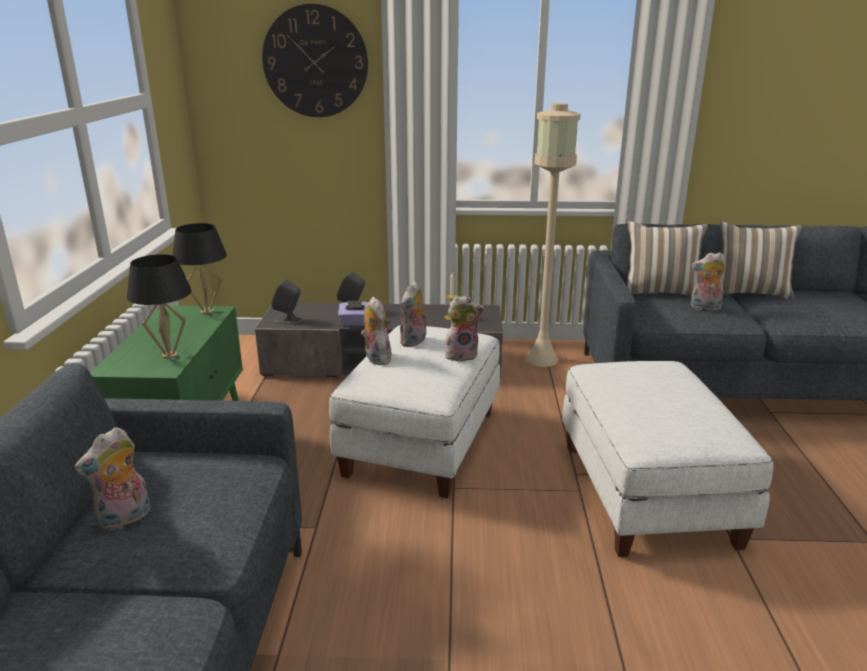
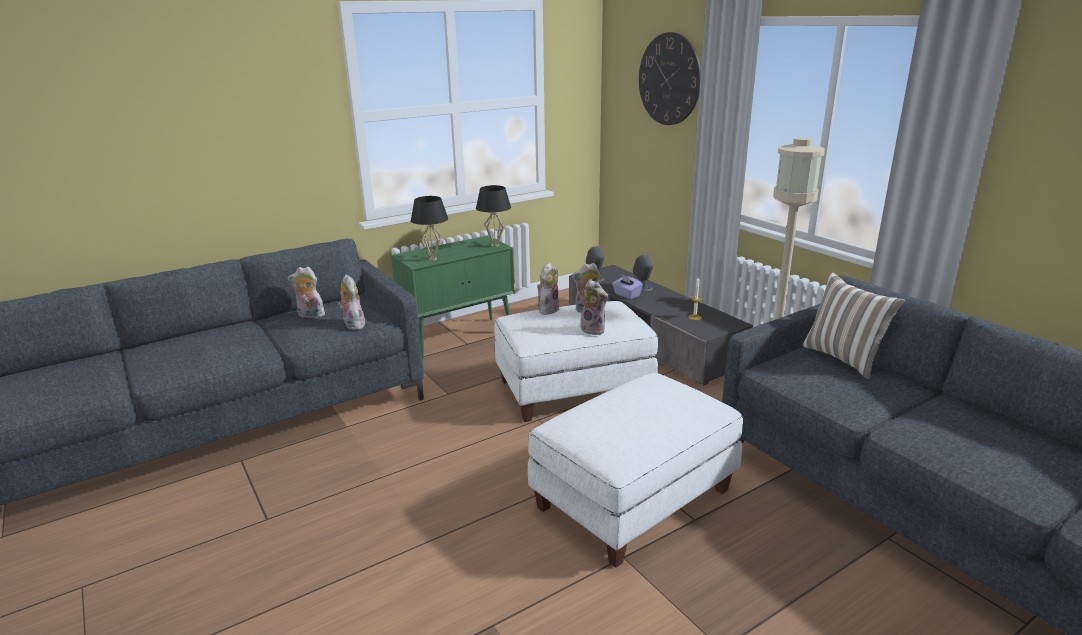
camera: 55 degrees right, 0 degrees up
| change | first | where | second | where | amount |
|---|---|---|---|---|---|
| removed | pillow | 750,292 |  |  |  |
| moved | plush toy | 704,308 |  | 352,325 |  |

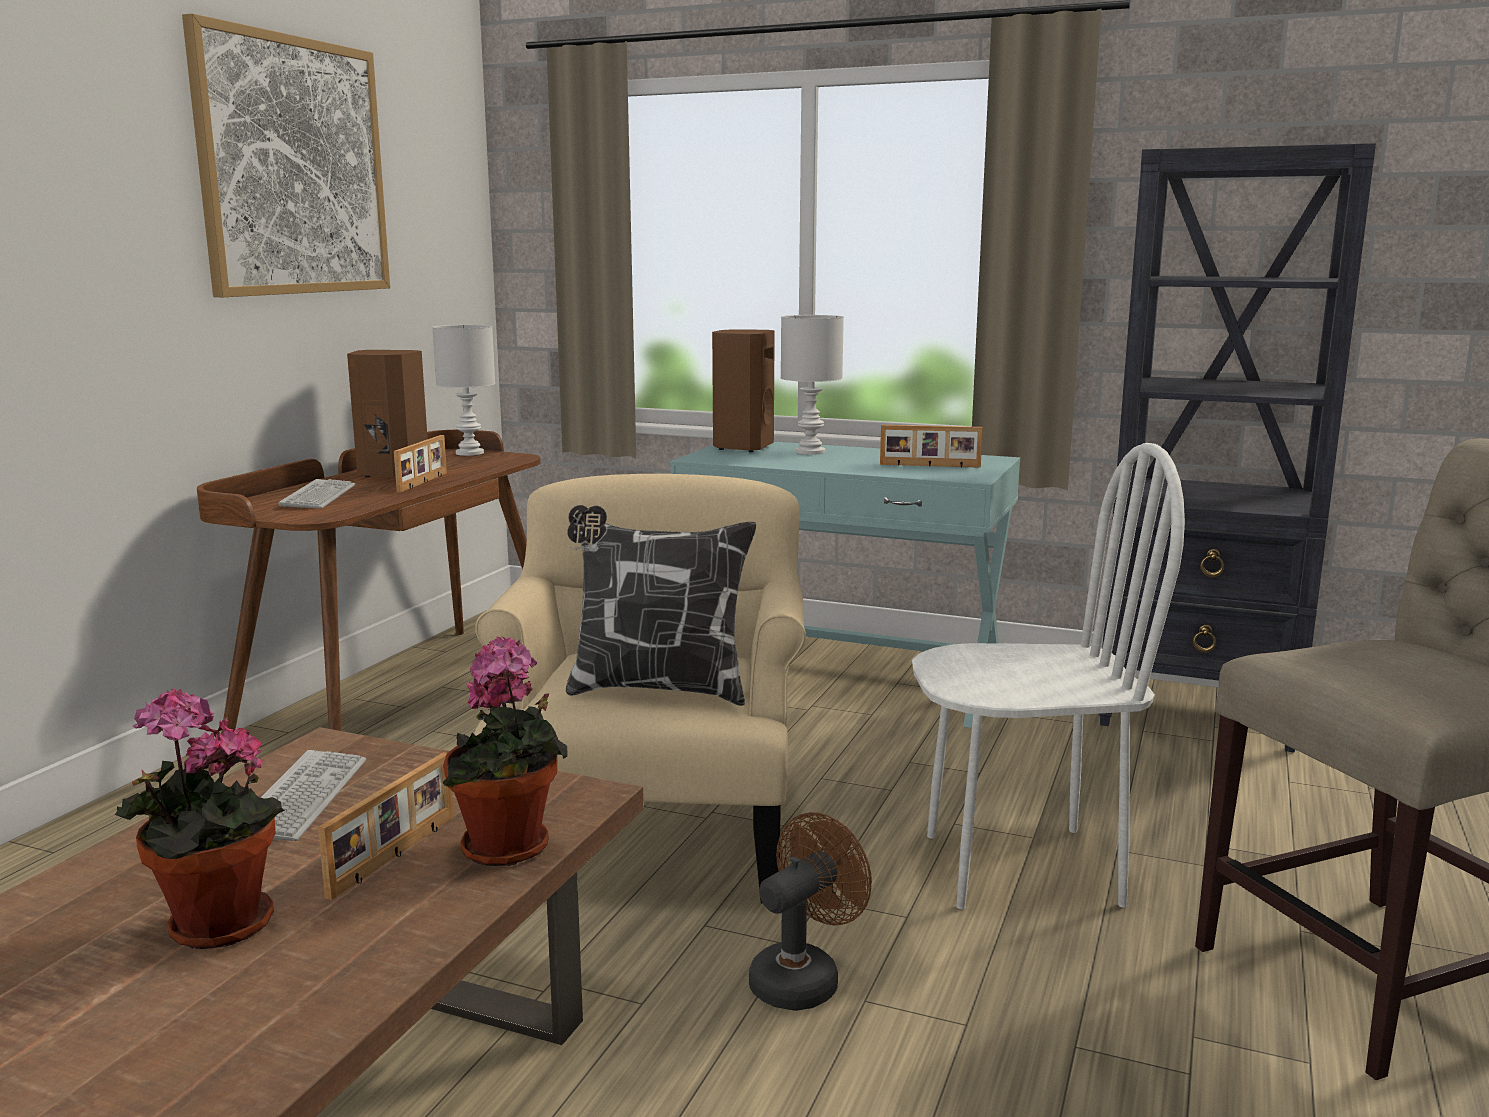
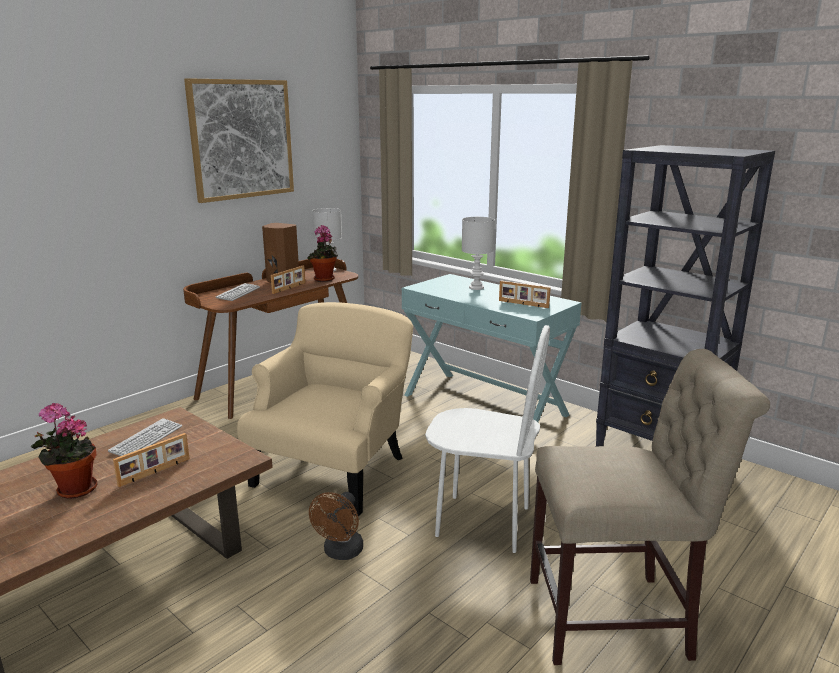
camera: 20 degrees right, 5 degrees up
| change | first | where | second | where | amount |
|---|---|---|---|---|---|
| removed | pillow | 656,689 |  |  |  |
| removed | brown speaker | 742,447 |  |  |  |
| moved | potted plant | 510,850 |  | 324,279 |  |
| turned | brown fan | 803,978 |  | 341,553 | 135 degrees clockwise |

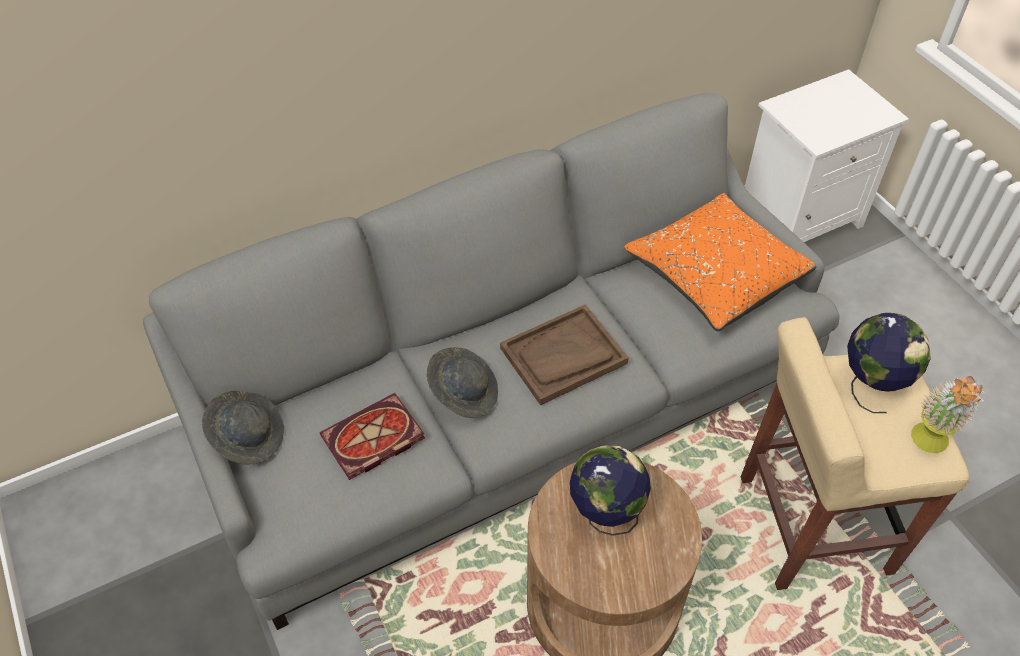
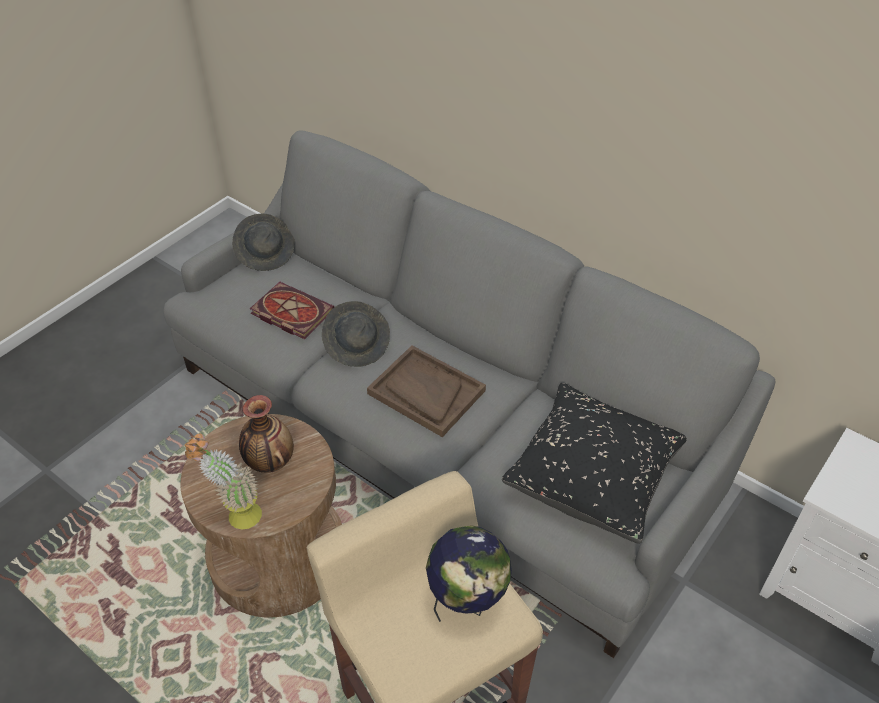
camera: 65 degrees right, 5 degrees down
| change | first | where | second | where | amount |
|---|---|---|---|---|---|
| moved | potted plant | 928,445 |  | 235,515 |  |
| replaced | globe | 605,515 | vase | 269,461 |  |
| recoloured | orange pillow | 715,275 | black pillow | 593,475 |  |

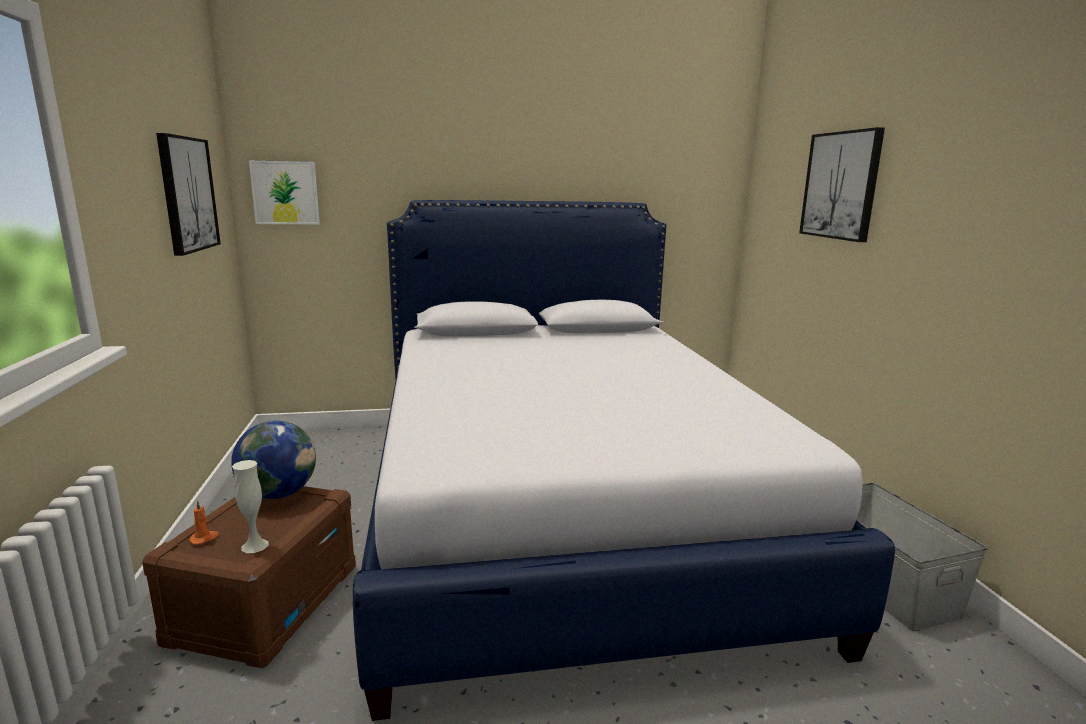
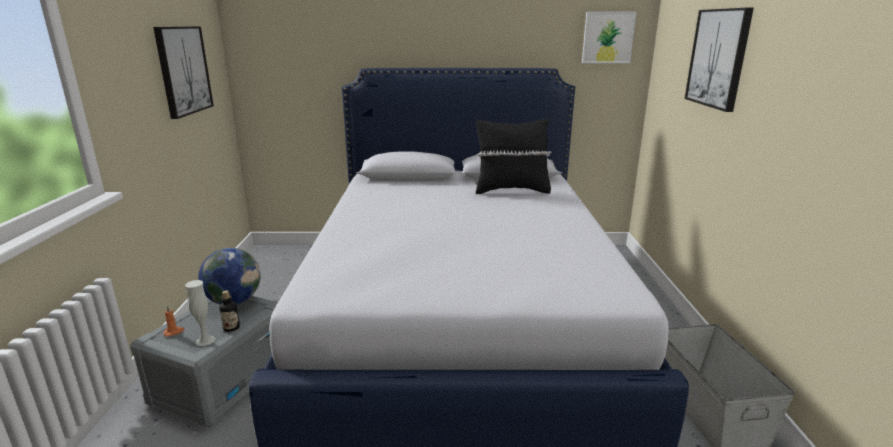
camera: 10 degrees right, 5 degrees up
| change | first | where | second | where | amount |
|---|---|---|---|---|---|
| added |  |  | bottle | 231,328 |  |
| added |  |  | black pillow | 511,190 |  |
| moved | picture | 285,193 |  | 608,37 |  |
| recoloured | brown storage box | 266,603 | grey storage box | 223,379 |  |

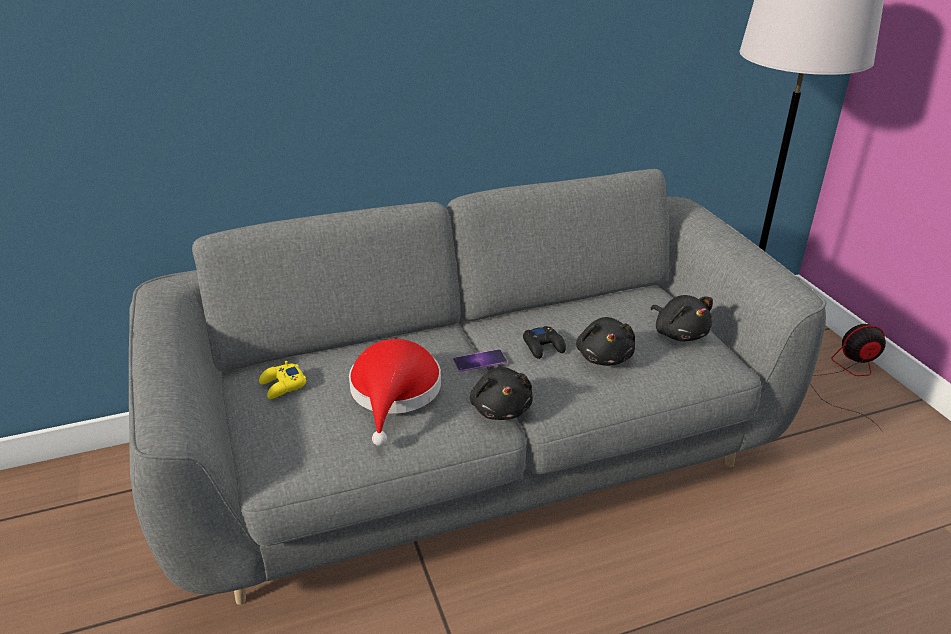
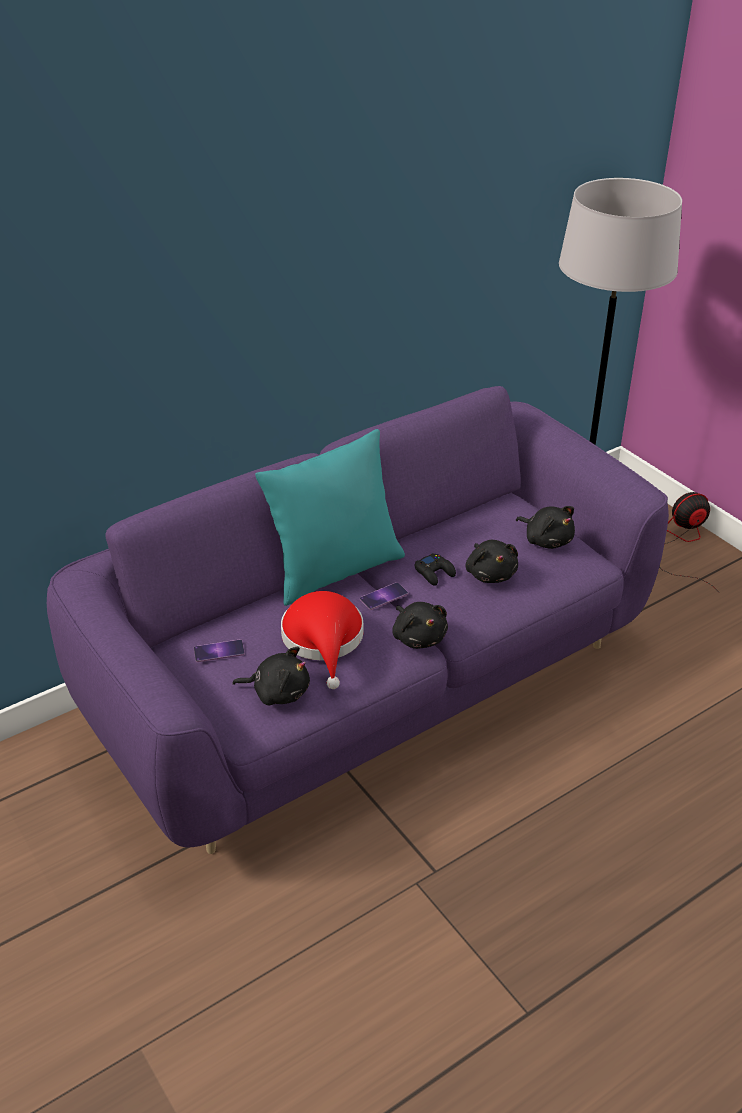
camera: 15 degrees left, 5 degrees up
| change | first | where | second | where | amount |
|---|---|---|---|---|---|
| added |  |  | black plush toy | 278,692 |  |
| added |  |  | turquoise pillow | 334,570 |  |
| replaced | yellow game controller | 282,385 | phone | 219,651 |  |
| recoloured | grey sofa | 475,459 | purple sofa | 370,684 |  |

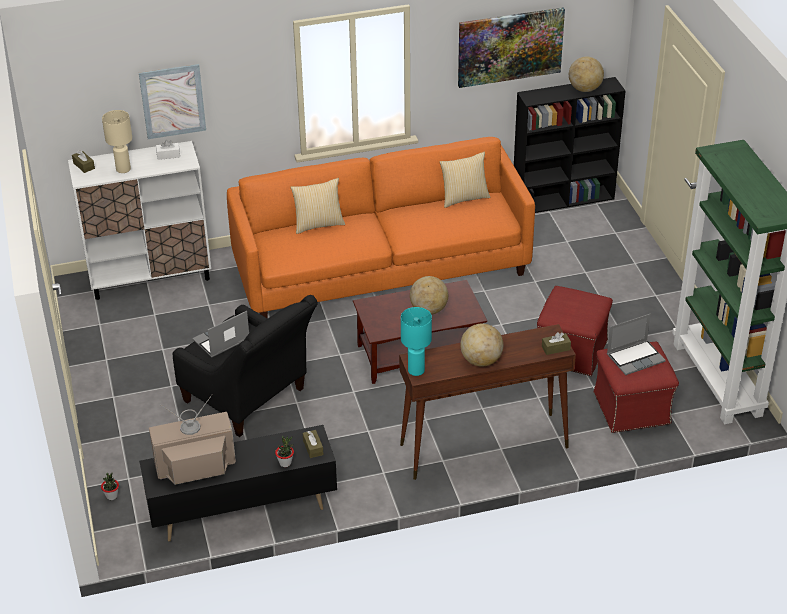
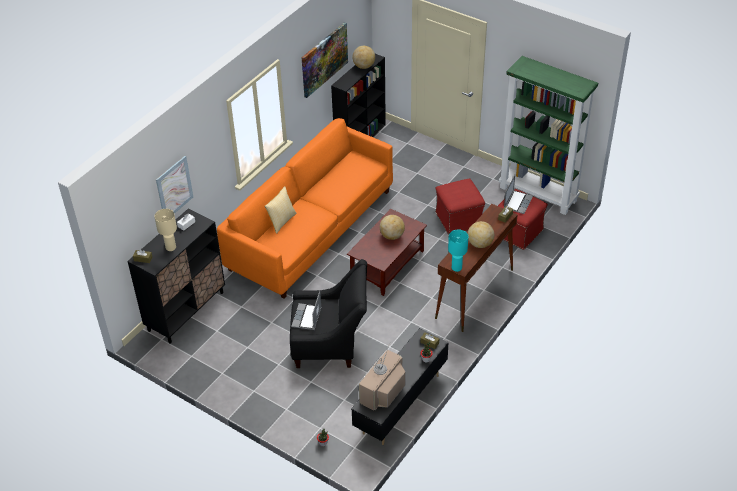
camera: 40 degrees left, 5 degrees up
| change | first | where | second | where | amount |
|---|---|---|---|---|---|
| removed | pillow | 464,198 |  |  |  |
| recoloured | white cabinet | 150,277 | black cabinet | 186,311 |  |

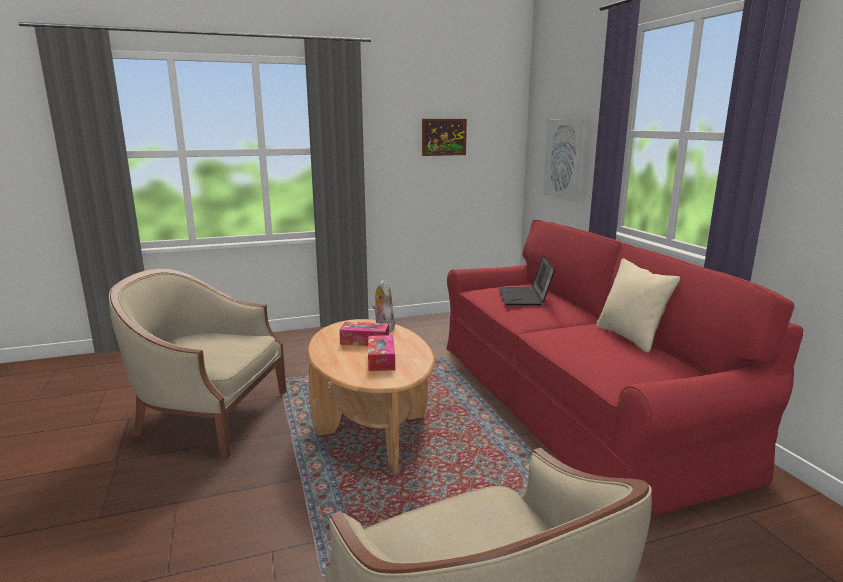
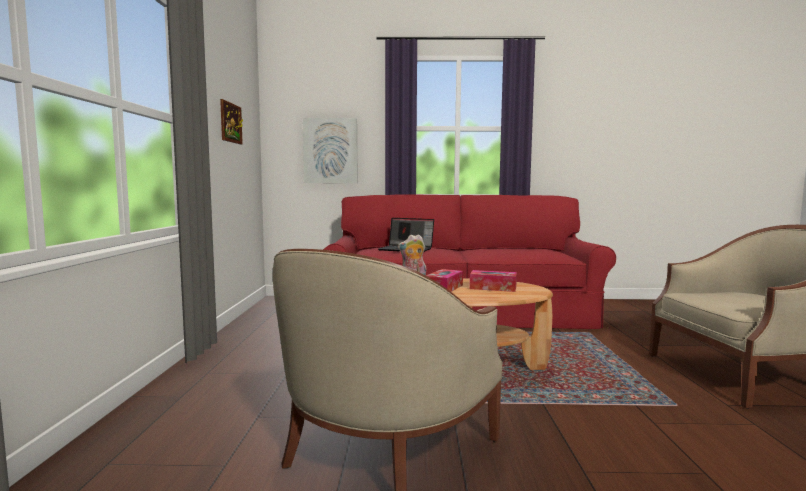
camera: 70 degrees left, 10 degrees down
| change | first | where | second | where | amount |
|---|---|---|---|---|---|
| removed | beige pillow | 630,337 |  |  |  |

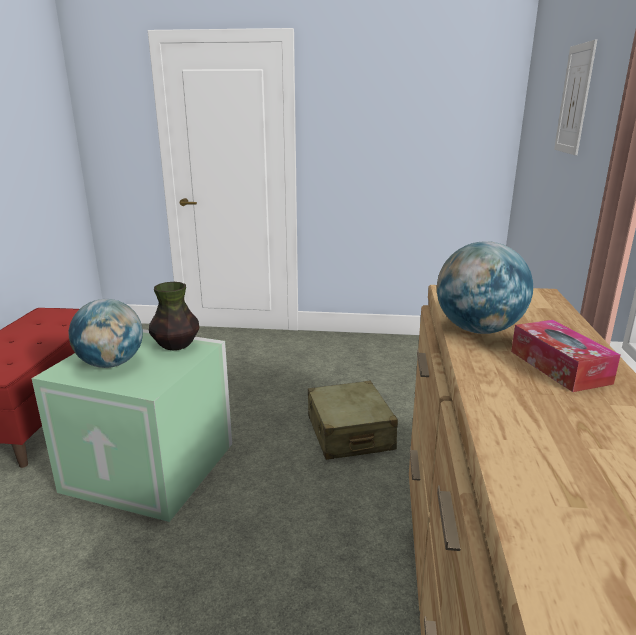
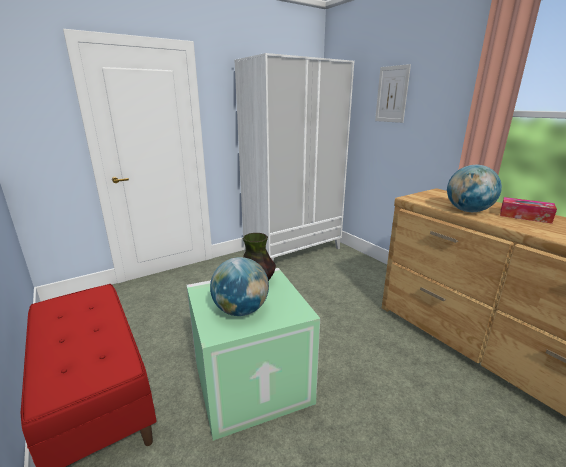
camera: 40 degrees left, 0 degrees up
| change | first | where | second | where | amount |
|---|---|---|---|---|---|
| removed | beige suitcase | 349,433 |  |  |  |
| added |  |  | white wardrobe | 293,250 |  |

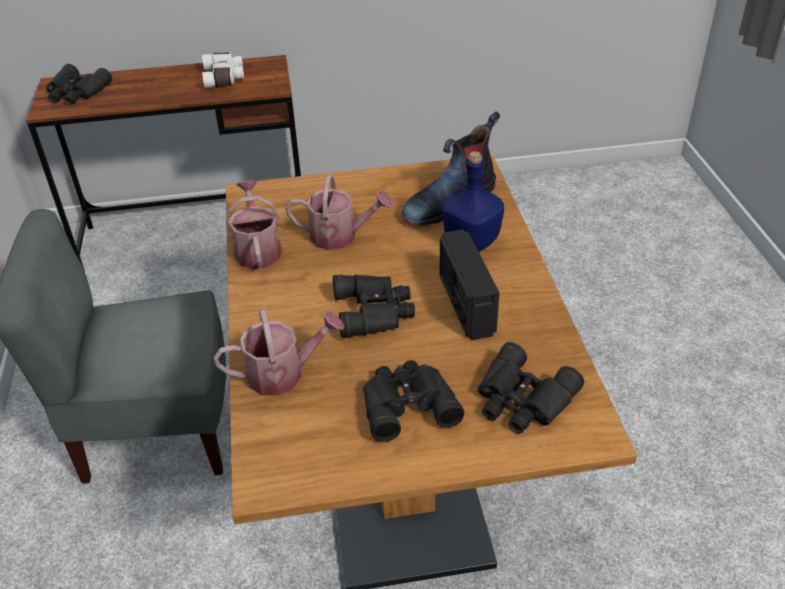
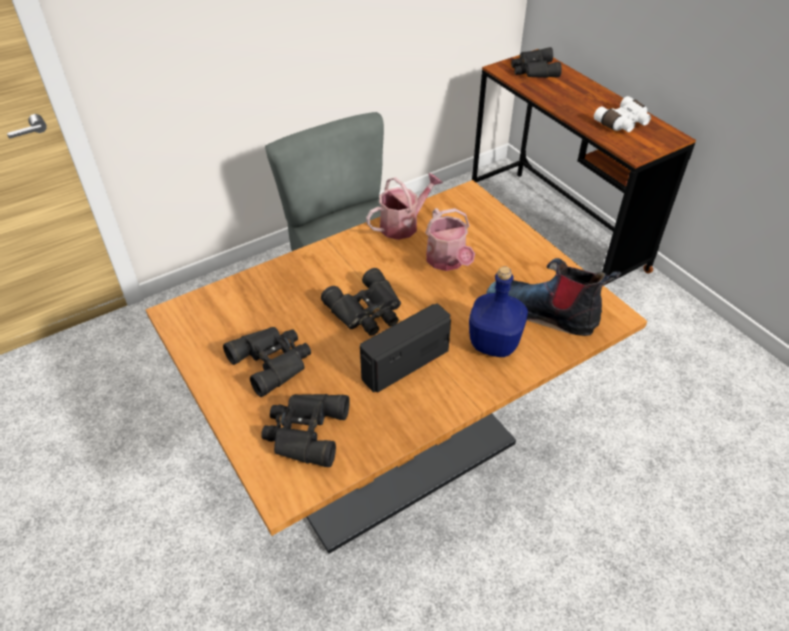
camera: 65 degrees right, 5 degrees up
| change | first | where | second | where | amount |
|---|---|---|---|---|---|
| removed | watering can | 283,373 |  |  |  |

